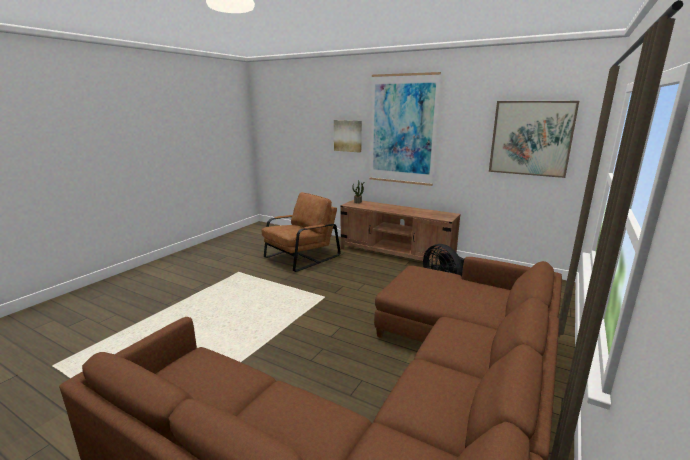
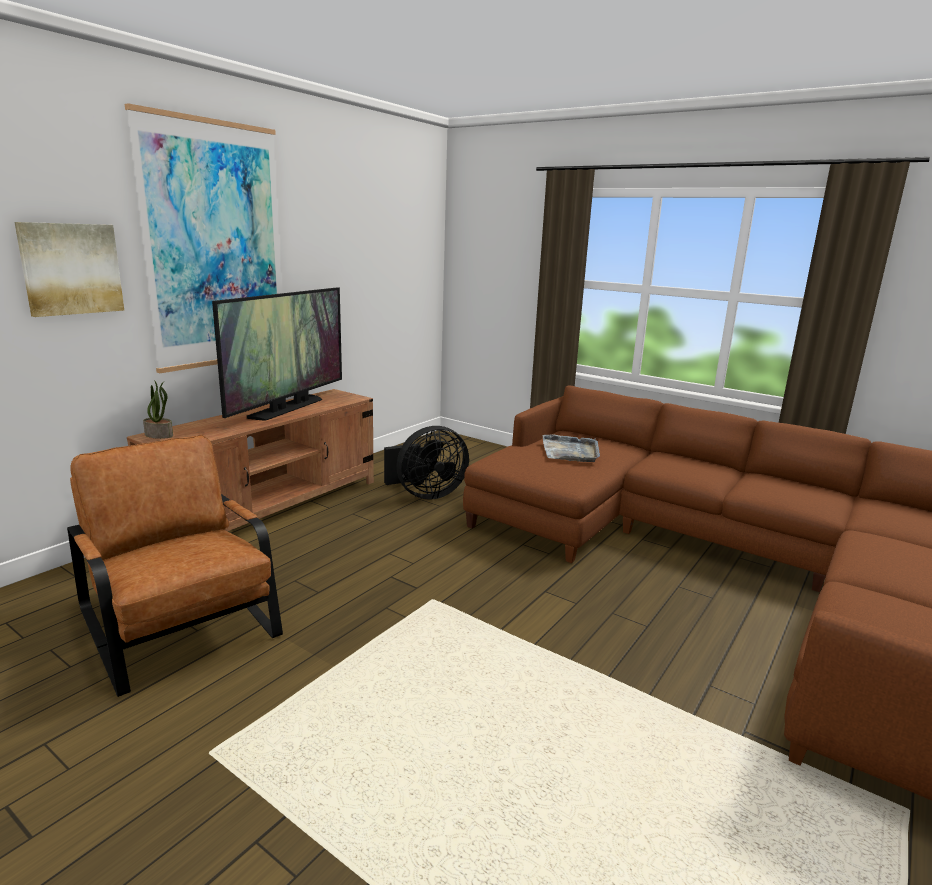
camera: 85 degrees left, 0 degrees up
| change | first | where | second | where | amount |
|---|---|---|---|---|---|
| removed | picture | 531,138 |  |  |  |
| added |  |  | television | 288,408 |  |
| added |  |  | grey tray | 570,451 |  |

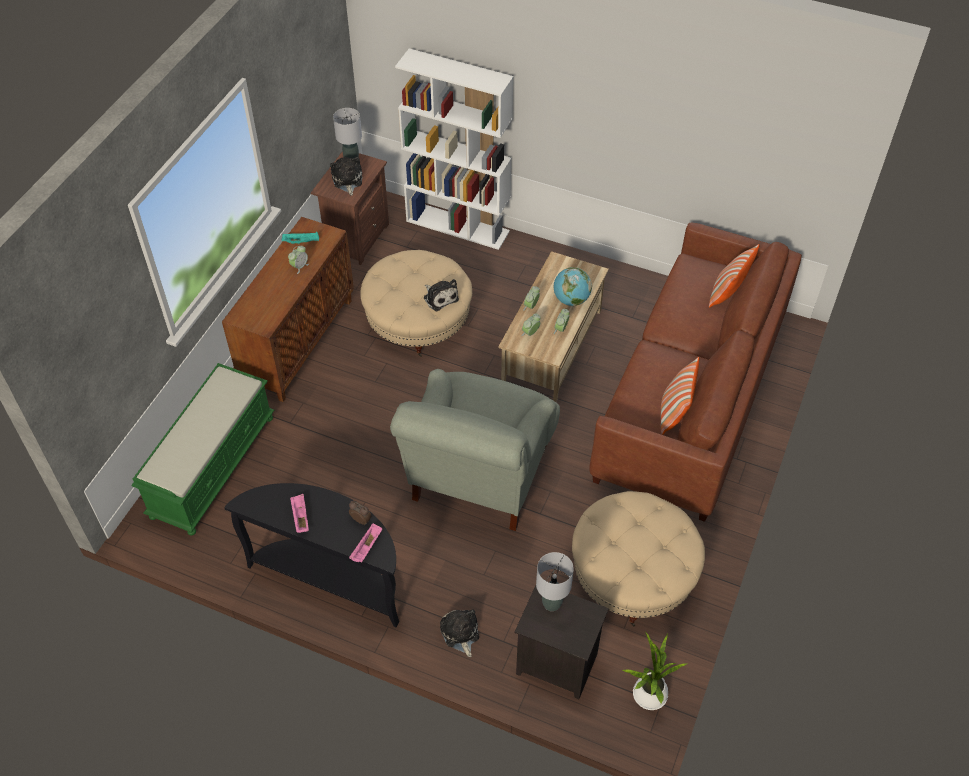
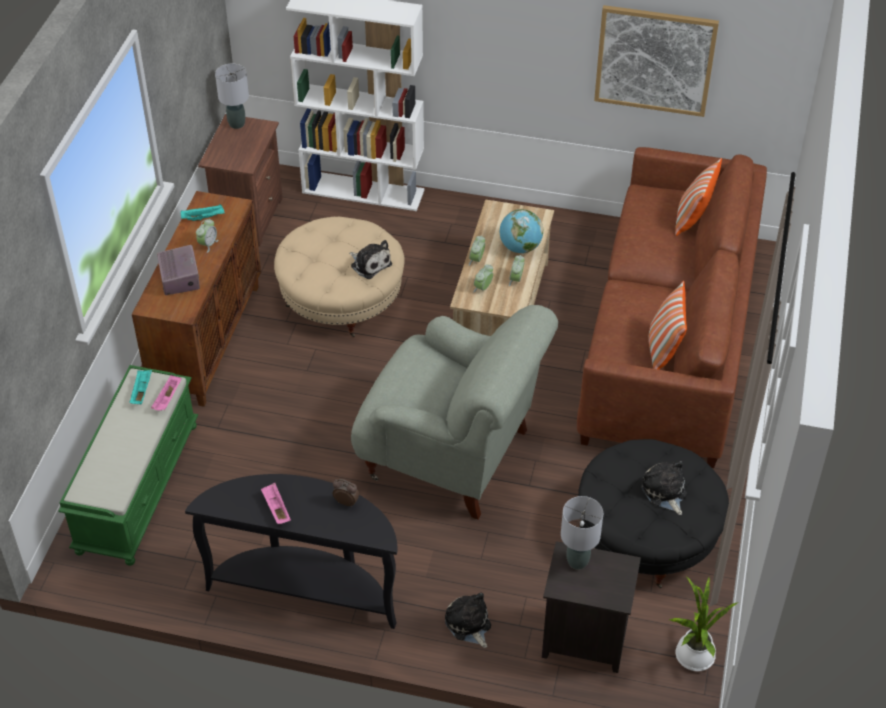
camera: 10 degrees left, 5 degrees down
| change | first | where | second | where | amount |
|---|---|---|---|---|---|
| added |  |  | turquoise tray | 141,391 |  |
| added |  |  | radio | 180,278 |  |
| added |  |  | picture | 655,60 |  |
| moved | plush toy | 347,181 |  | 665,492 |  |
| moved | pink tray | 366,548 |  | 168,399 |  |
| recoloured | beige ottoman | 633,574 | black ottoman | 647,534 |  |
| turned | grey armchair | 479,476 |  | 451,455 | 75 degrees counterclockwise |

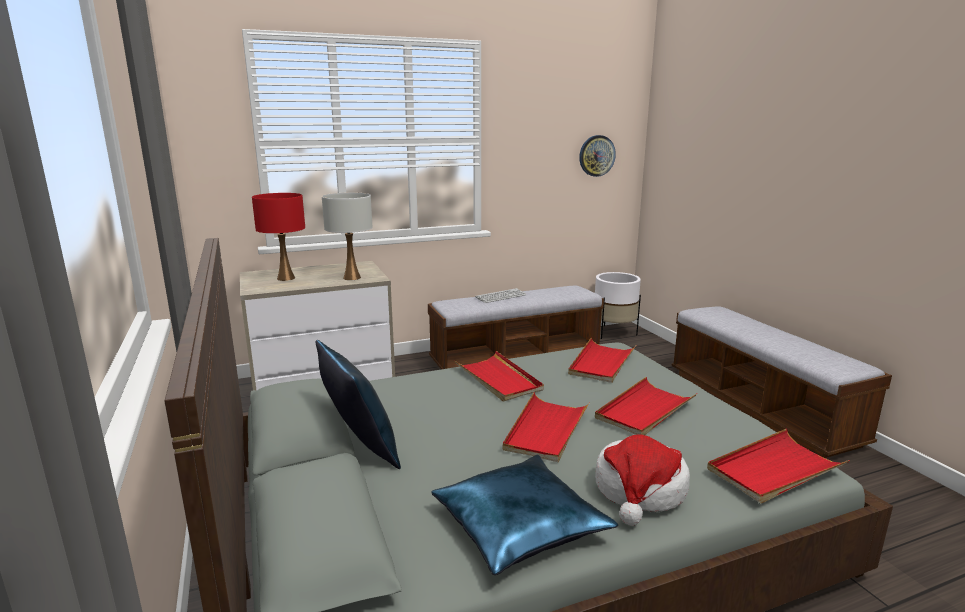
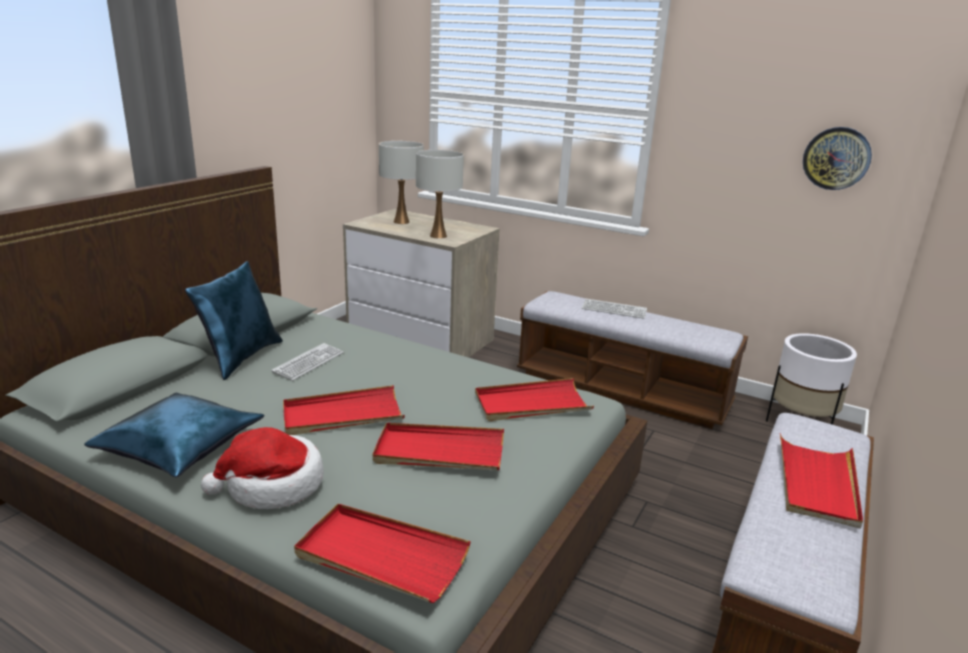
camera: 50 degrees right, 5 degrees up
| change | first | where | second | where | amount |
|---|---|---|---|---|---|
| added |  |  | keyboard | 308,363 |  |
| moved | red tray | 498,379 |  | 817,483 |  |
| recoloured | red table lamp | 285,278 | white table lamp | 401,222 |  |

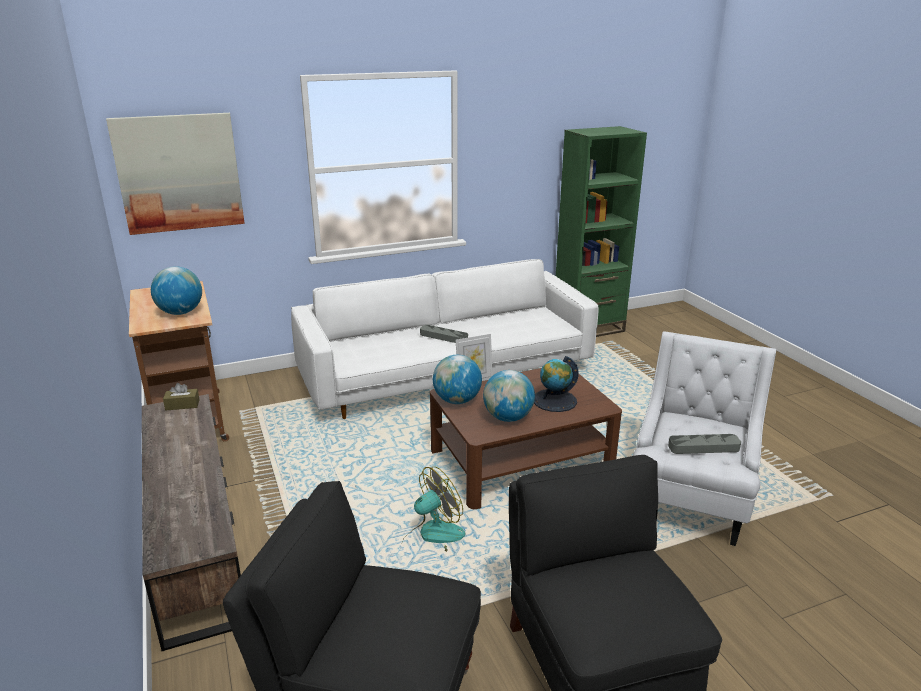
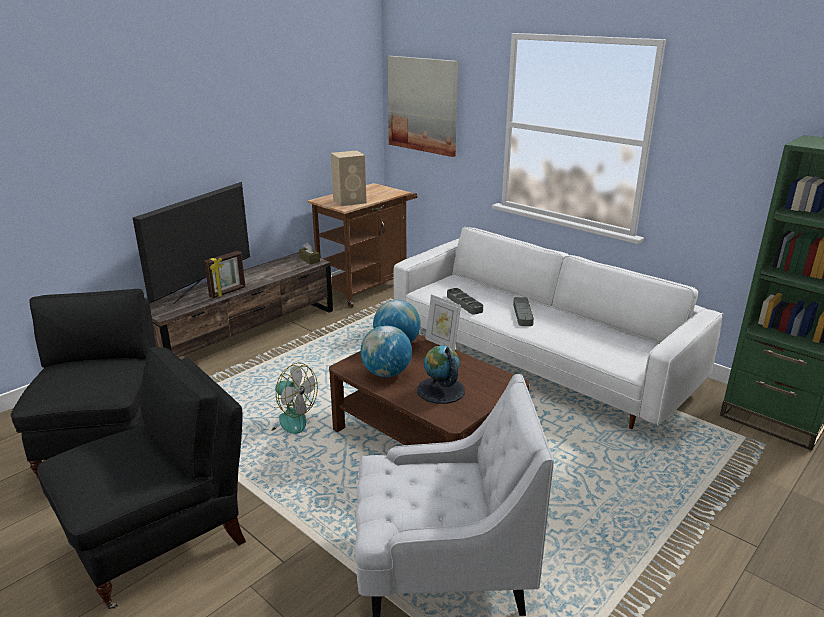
camera: 65 degrees right, 0 degrees up
| change | first | where | second | where | amount |
|---|---|---|---|---|---|
| added |  |  | television | 204,288 |  |
| added |  |  | picture frame | 228,292 |  |
| moved | grey tray | 703,447 |  | 464,303 |  |
| replaced | globe | 180,313 | beige speaker | 350,201 |  |

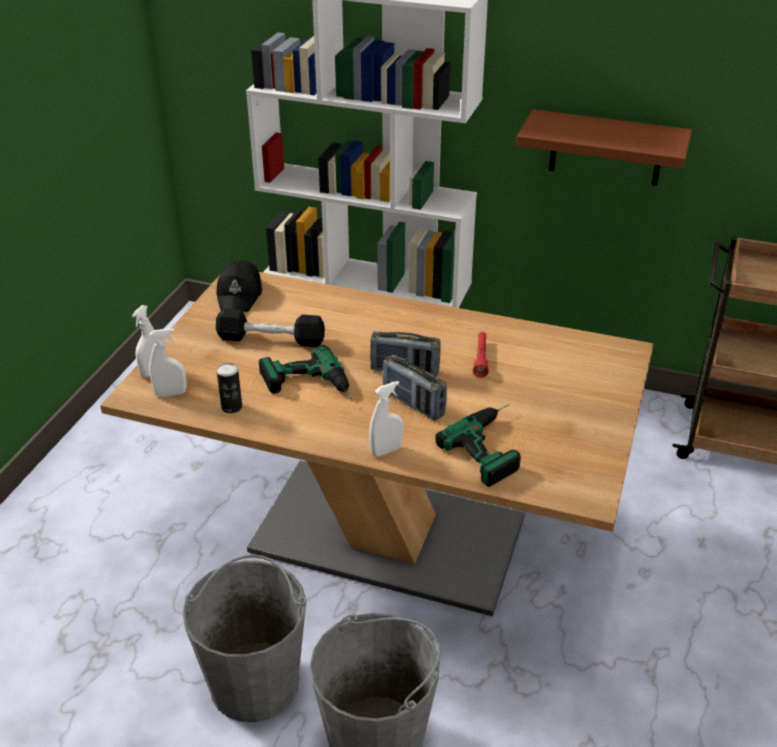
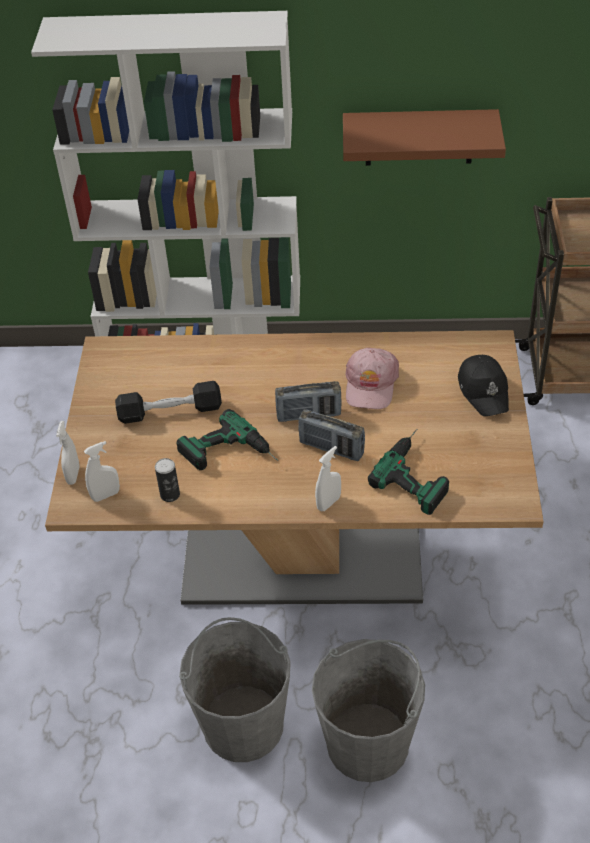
camera: 15 degrees left, 10 degrees up
| change | first | where | second | where | amount |
|---|---|---|---|---|---|
| moved | black cap | 240,294 |  | 484,390 |  |
| replaced | red flashlight | 481,358 | pink cap | 371,384 |  |

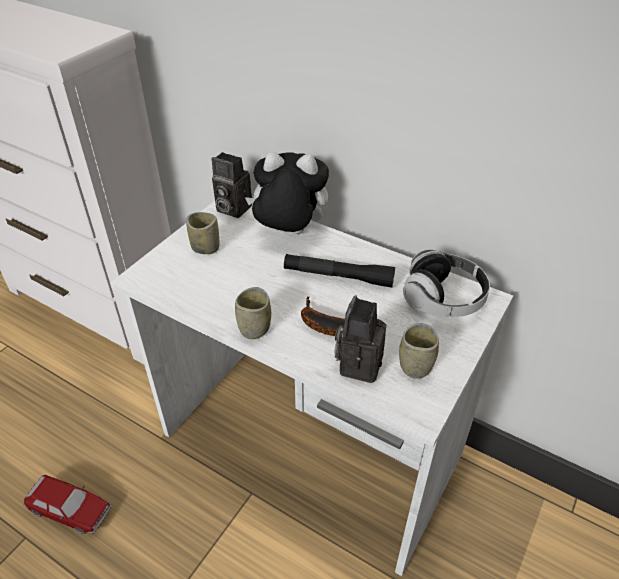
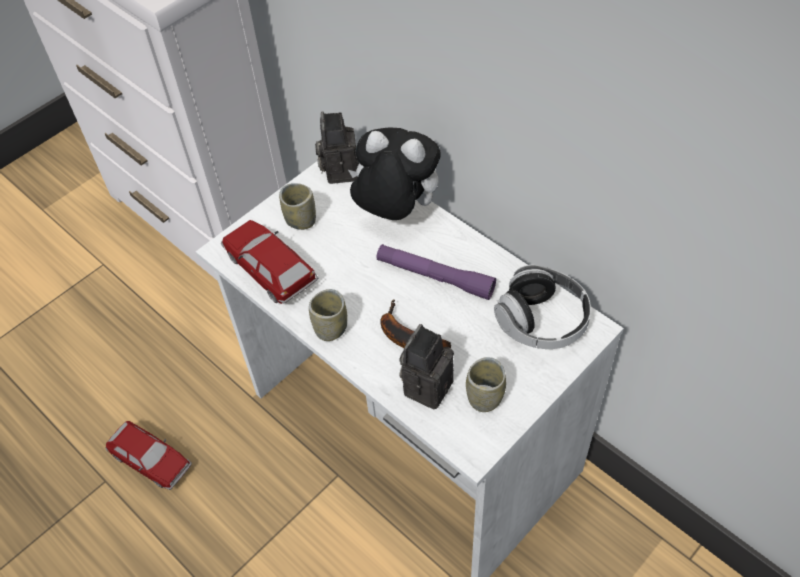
camera: 15 degrees right, 10 degrees up
| change | first | where | second | where | amount |
|---|---|---|---|---|---|
| added |  |  | toy car | 270,268 |  |
| recoloured | black flashlight | 338,276 | purple flashlight | 435,277 |  |
| turned | photo camera | 231,208 |  | 339,170 | 45 degrees clockwise |

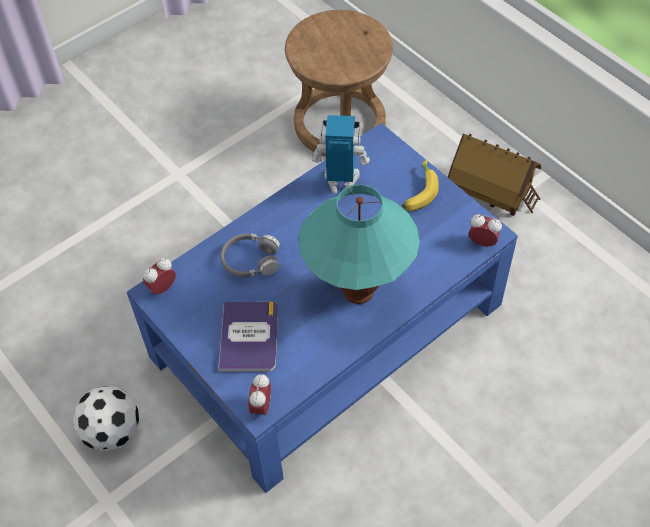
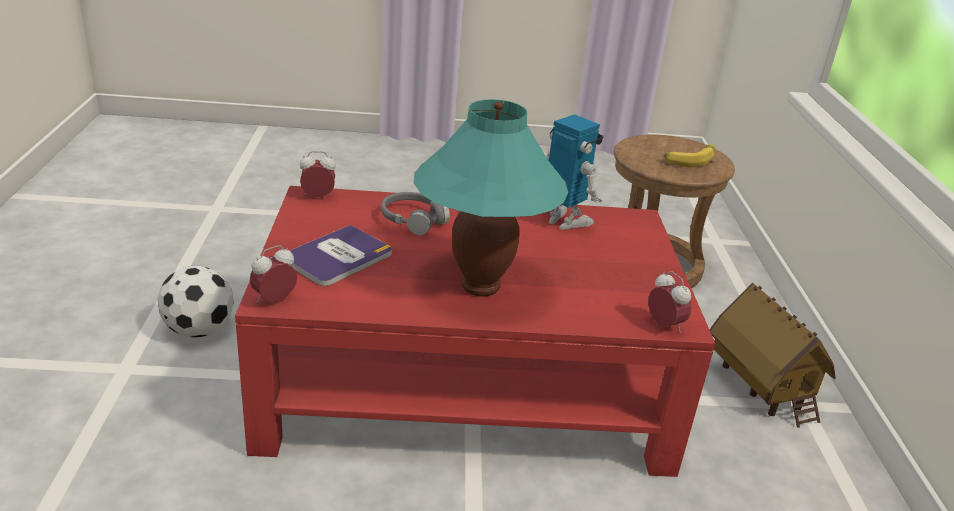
camera: 35 degrees right, 25 degrees down
| change | first | where | second | where | amount |
|---|---|---|---|---|---|
| moved | banana | 418,191 |  | 689,160 |  |
| recoloured | blue coffee table | 328,329 | red coffee table | 466,382 |  |

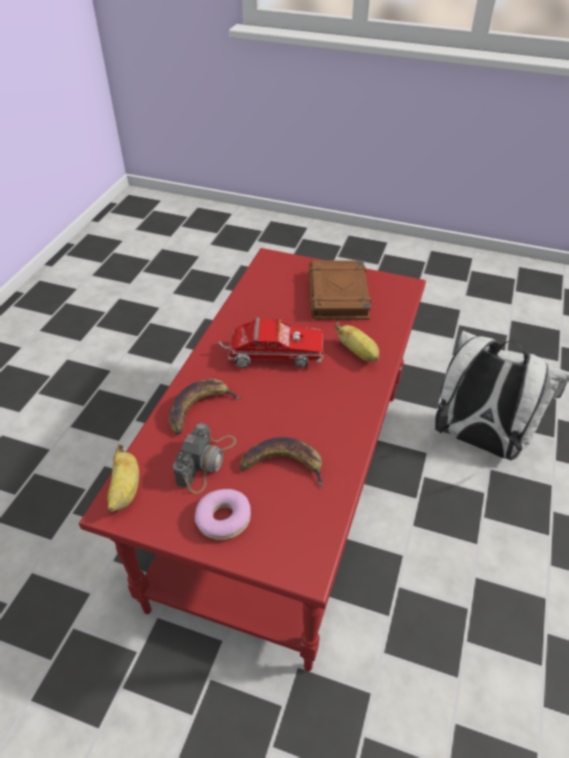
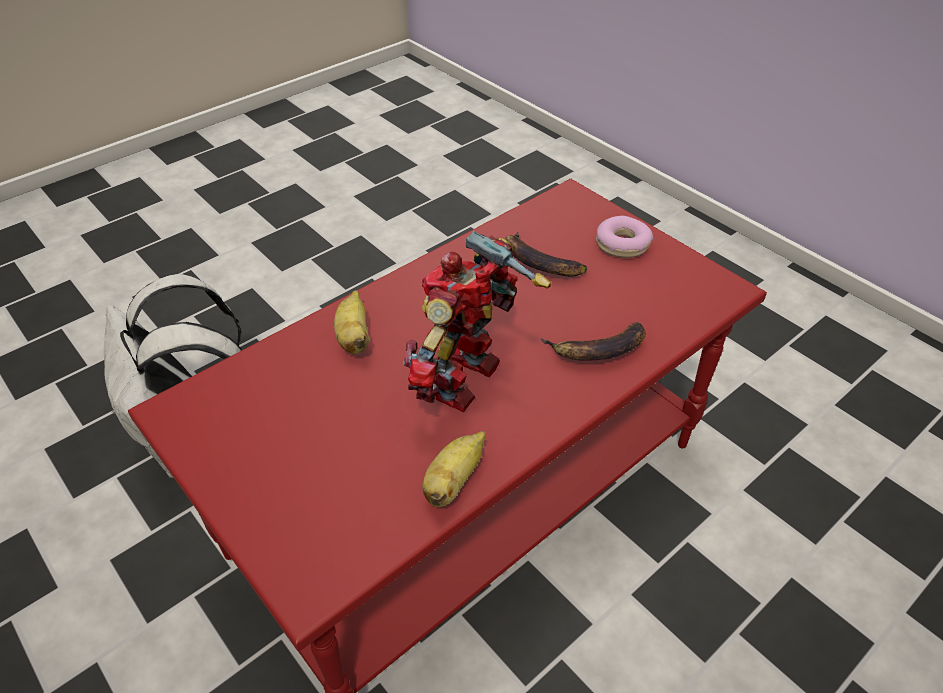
camera: 150 degrees left, 0 degrees up
| change | first | where | second | where | amount |
|---|---|---|---|---|---|
| removed | photo camera | 206,461 |  |  |  |
| removed | brown book | 338,296 |  |  |  |
| moved | banana | 125,491 |  | 453,481 |  |
| replaced | toy truck | 270,356 | toy robot | 466,380 |  |

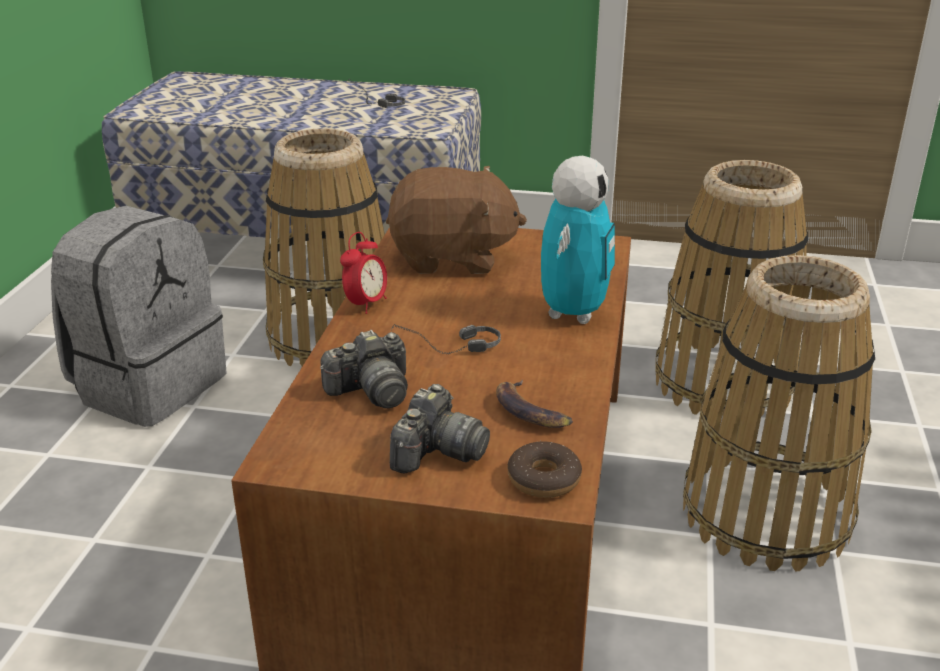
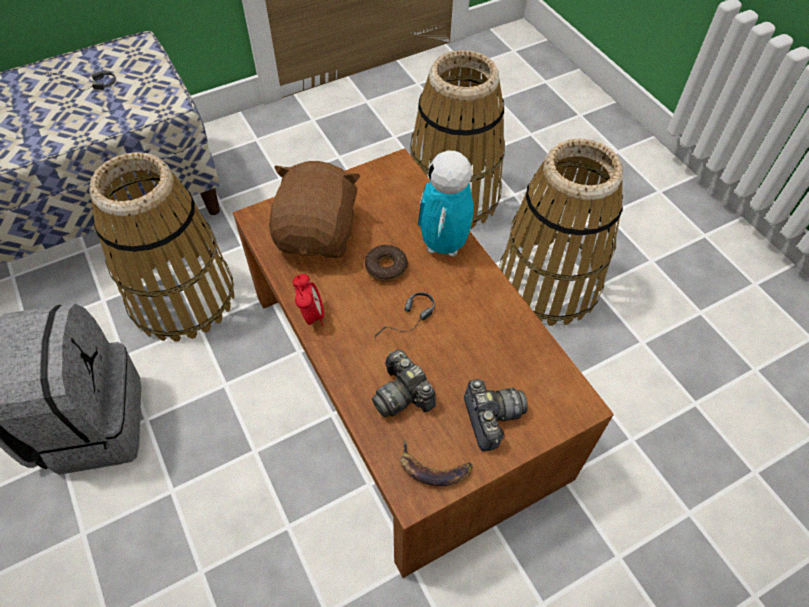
camera: 40 degrees left, 25 degrees up
| change | first | where | second | where | amount |
|---|---|---|---|---|---|
| moved | banana | 530,411 |  | 434,468 |  |
| moved | donut | 544,479 |  | 386,267 |  |
| turned | photo camera | 371,391 |  | 402,394 | 120 degrees clockwise |
| turned | brown plush toy | 452,258 |  | 318,234 | 45 degrees counterclockwise |
| turned | toy robot | 573,313 |  | 443,245 | 150 degrees counterclockwise |

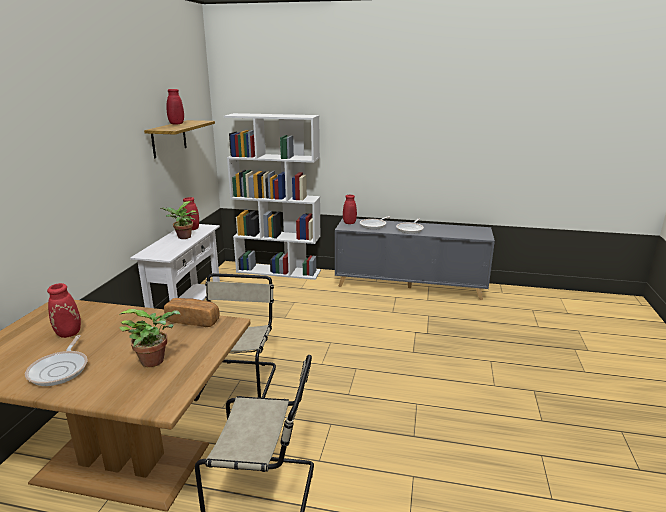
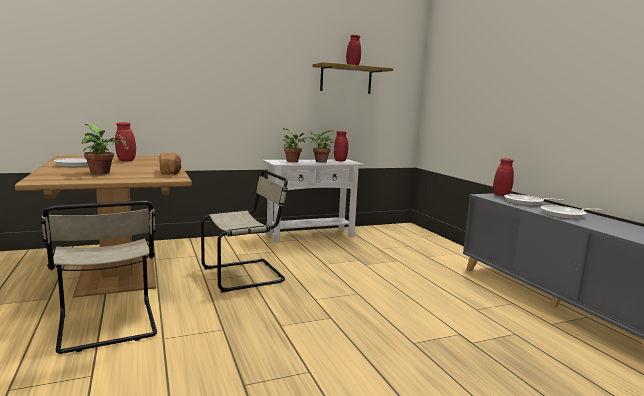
camera: 55 degrees right, 10 degrees down
| change | first | where | second | where | amount |
|---|---|---|---|---|---|
| removed | white bookcase | 279,271 |  |  |  |
| added |  |  | potted plant | 294,161 |  |

